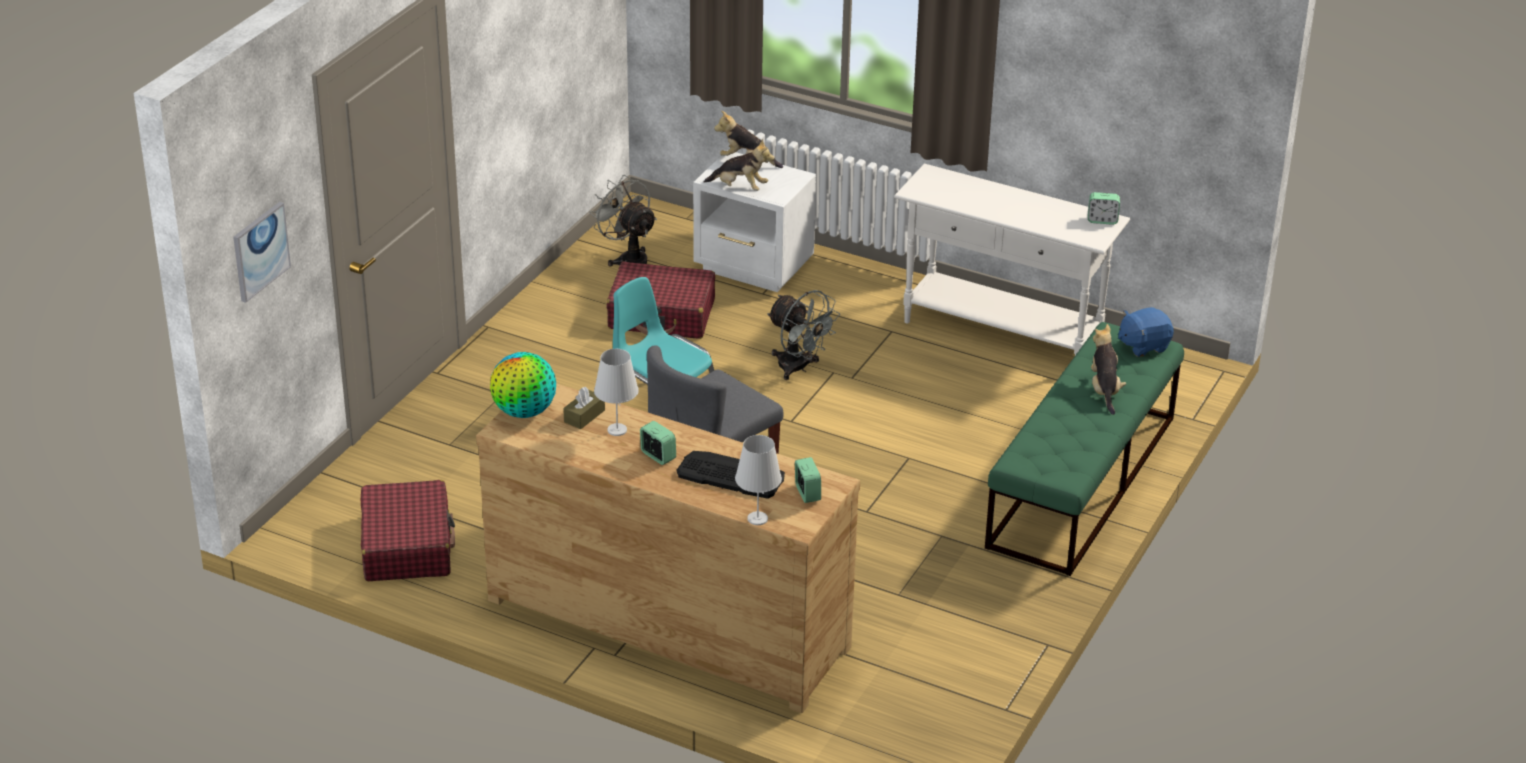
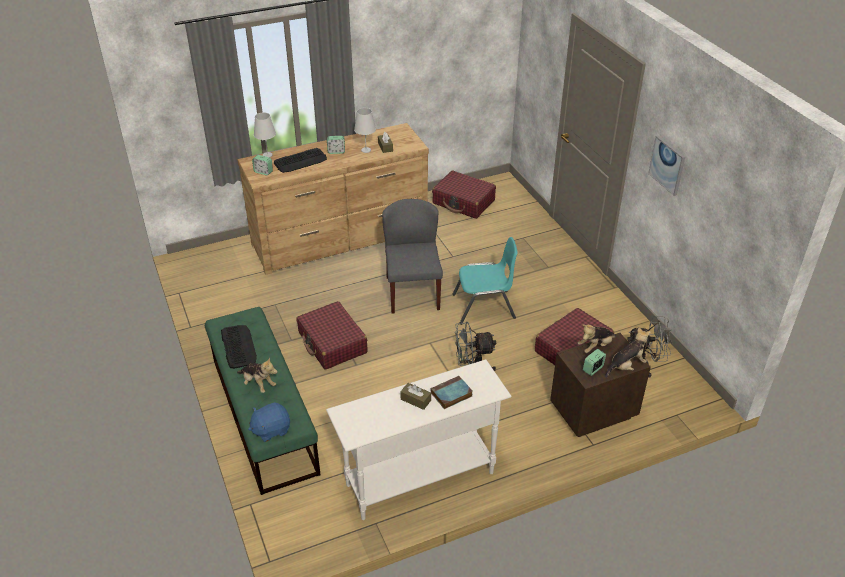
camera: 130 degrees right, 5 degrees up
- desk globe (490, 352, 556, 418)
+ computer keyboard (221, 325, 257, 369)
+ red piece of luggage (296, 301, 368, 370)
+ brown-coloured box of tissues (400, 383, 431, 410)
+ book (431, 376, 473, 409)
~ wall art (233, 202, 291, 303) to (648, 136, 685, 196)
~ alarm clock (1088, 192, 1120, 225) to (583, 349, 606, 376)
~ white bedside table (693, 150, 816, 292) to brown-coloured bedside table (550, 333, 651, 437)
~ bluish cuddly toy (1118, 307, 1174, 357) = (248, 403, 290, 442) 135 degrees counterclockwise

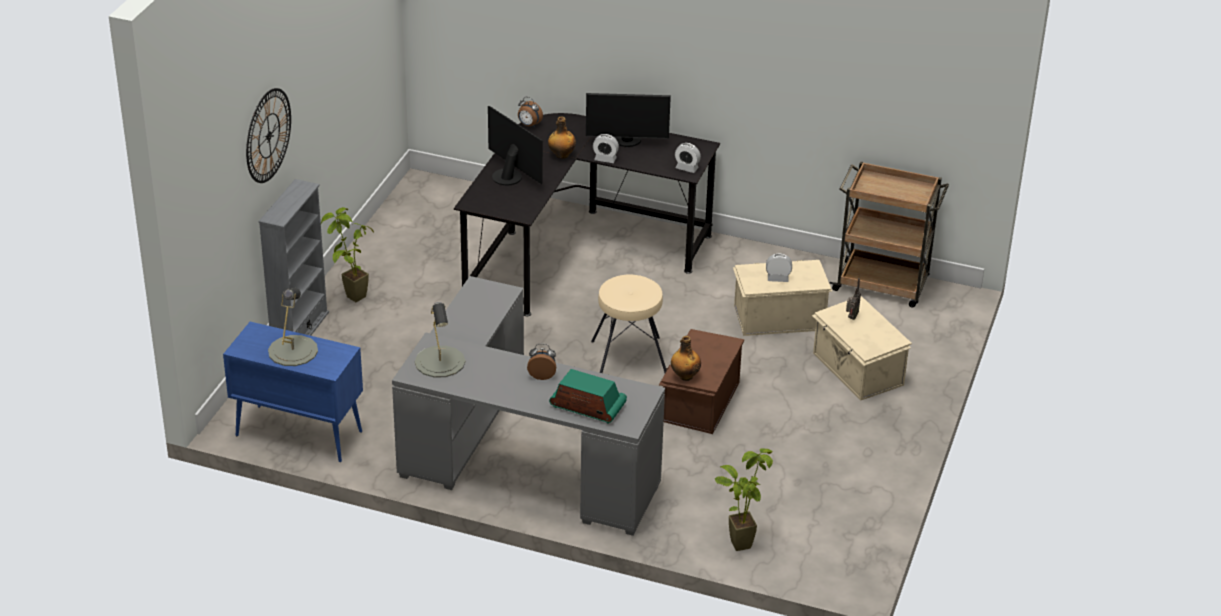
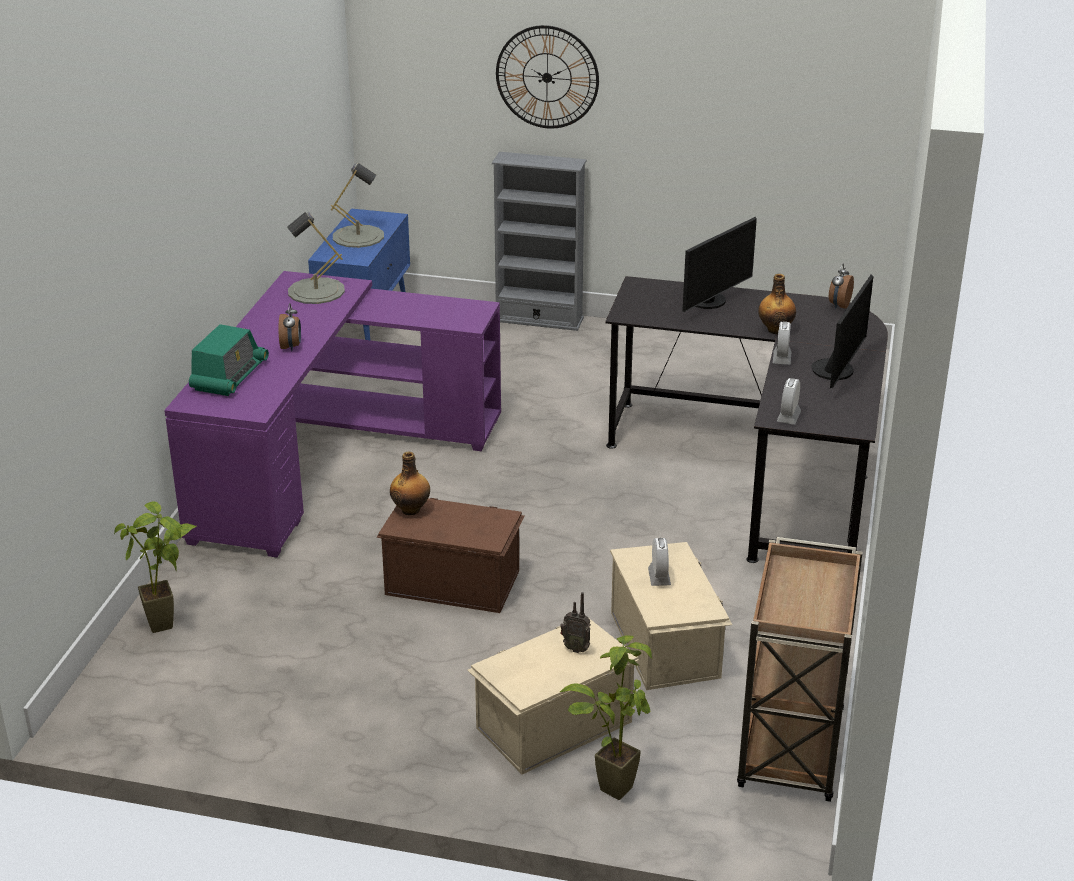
camera: 85 degrees right, 5 degrees down
- beige stool seat (591, 274, 666, 373)
~ plant in a pot (321, 207, 374, 302) to (560, 635, 652, 800)
~ grey desk (392, 276, 665, 536) to purple-coloured desk (164, 271, 501, 557)
~ computer screen (586, 93, 671, 147) = (812, 274, 873, 388) 150 degrees counterclockwise

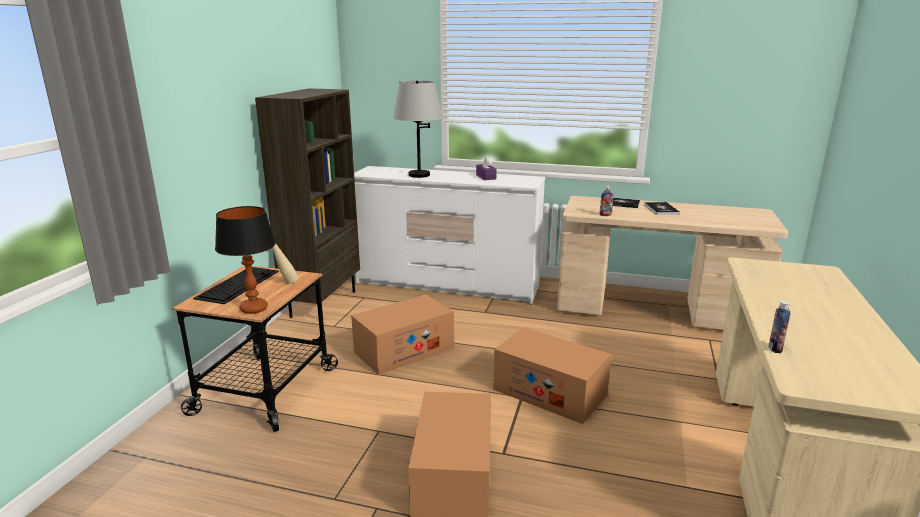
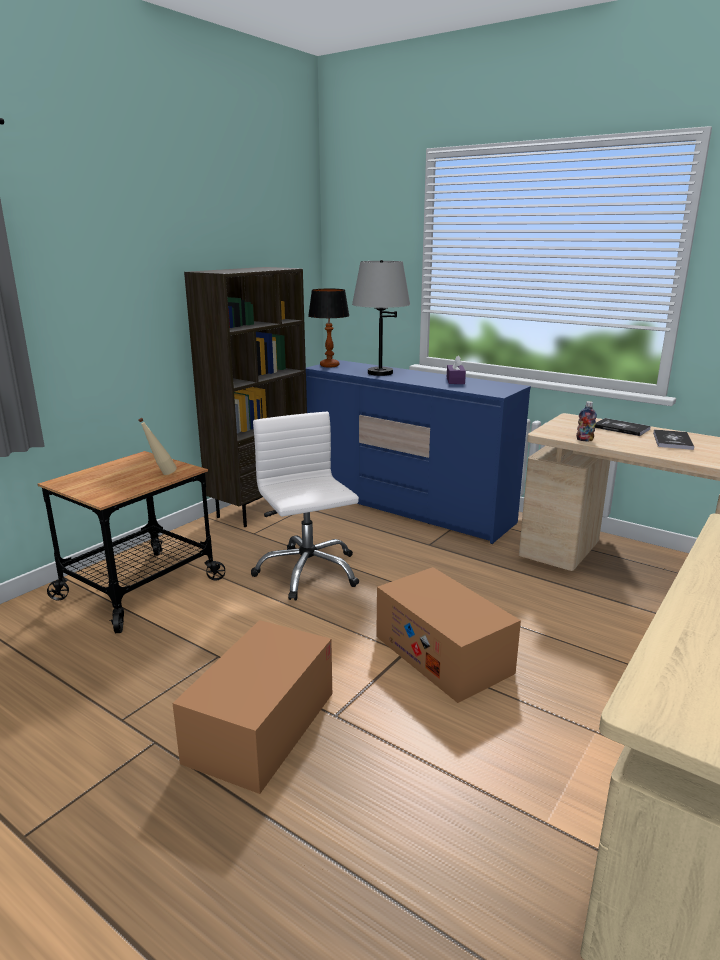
camera: 20 degrees right, 0 degrees up
- computer keyboard (193, 267, 279, 304)
- drink bottle (768, 301, 791, 353)
~ lamp for a table (215, 206, 275, 314) to (308, 288, 350, 368)
~ cardboard box (351, 294, 454, 375) to white office chair (251, 412, 359, 600)
~ white chest of drawers (354, 166, 545, 304) to bluish chest of drawers (306, 360, 531, 544)

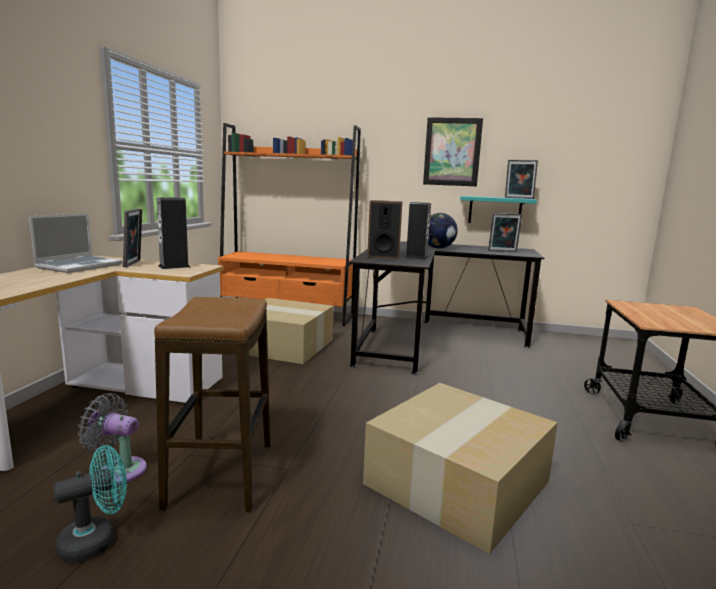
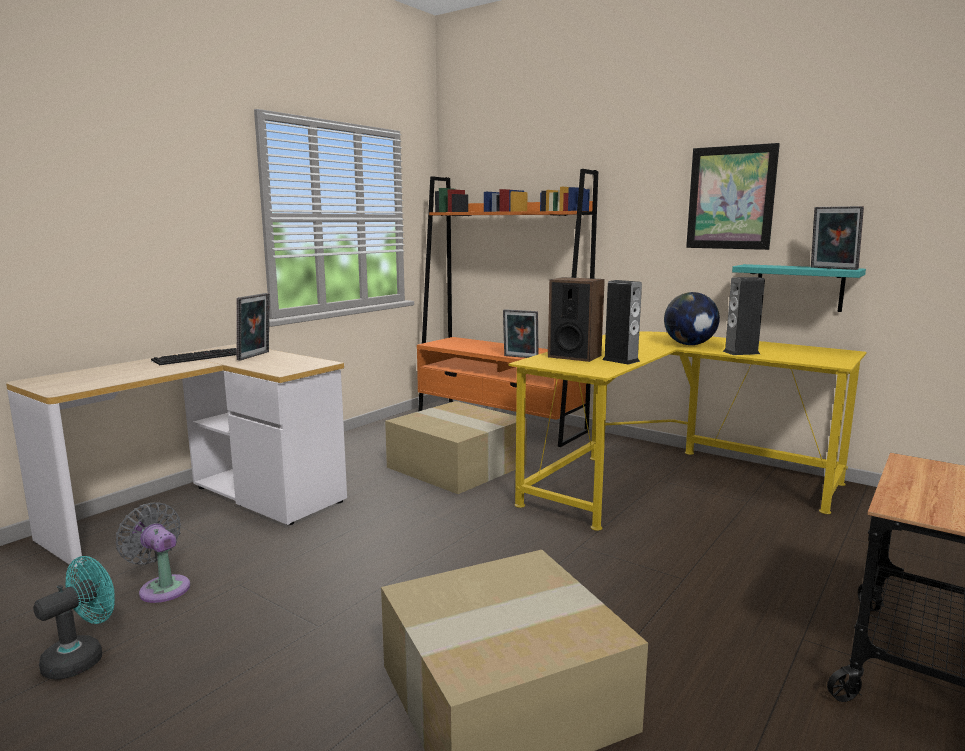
camera: 25 degrees right, 0 degrees up
- stool seat (154, 297, 271, 512)
~ audio speaker (157, 197, 190, 269) to (723, 277, 765, 355)
~ photo frame (488, 213, 522, 252) to (503, 309, 539, 358)
~ notebook computer (29, 213, 123, 273) to computer keyboard (151, 348, 237, 365)
~ black desk (349, 242, 544, 375) to yellowish desk (508, 332, 867, 531)
~ blue-green cooling fan (53, 445, 127, 562) = (33, 556, 115, 680) 45 degrees counterclockwise

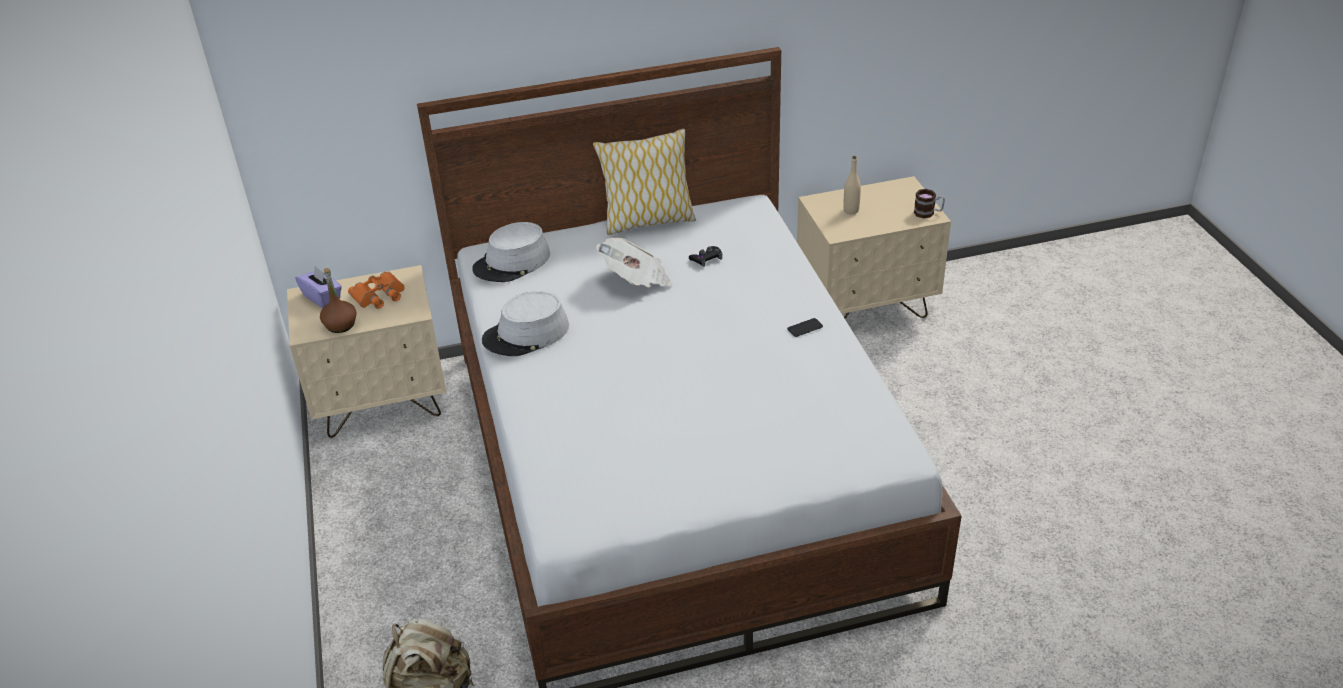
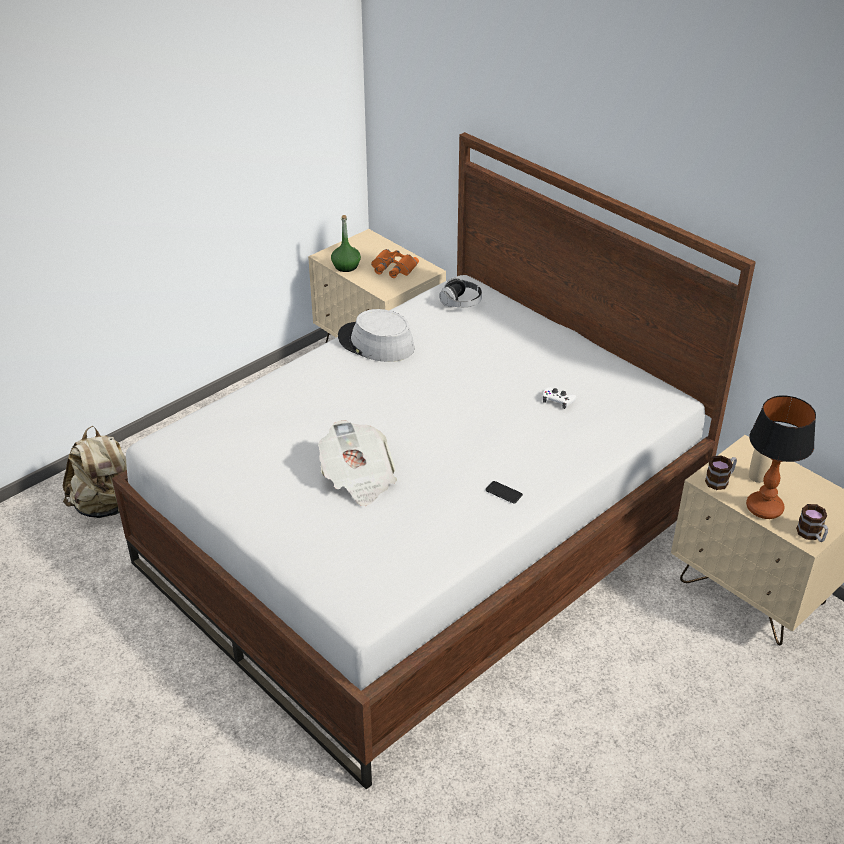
camera: 60 degrees right, 0 degrees up
- purple-coloured box of tissues (295, 266, 342, 308)
- throw pillow (593, 128, 696, 235)
+ tea mug (705, 455, 737, 490)
+ lamp for a table (746, 395, 816, 519)
~ newspaper (596, 237, 673, 287) to (318, 420, 397, 506)
~ grey wearable hat (472, 222, 550, 282) to headset (439, 278, 482, 307)
~ brown-coloured drink bottle (320, 268, 357, 333) to green drink bottle (331, 215, 361, 272)
~ black joypad (689, 246, 722, 267) to white joypad (543, 387, 576, 409)

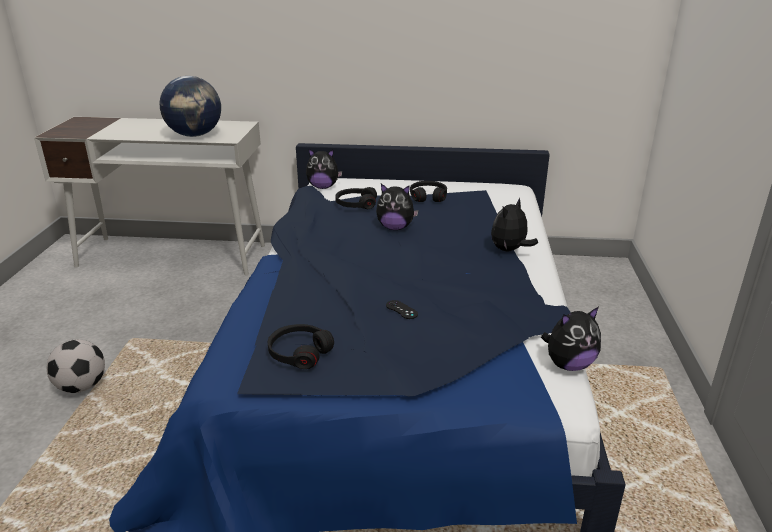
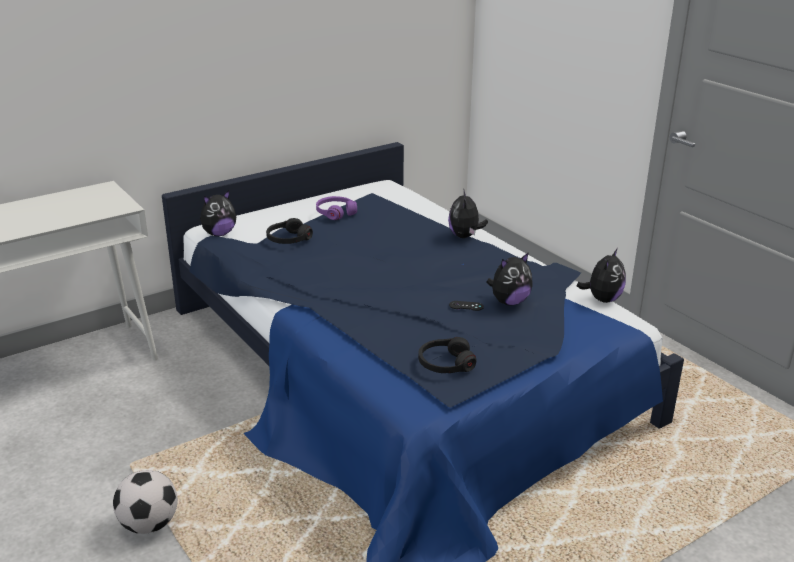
camera: 40 degrees left, 0 degrees up
- desk globe (159, 76, 221, 137)
~ cuddly toy (376, 184, 419, 230) to (486, 252, 533, 305)
~ black headset (410, 181, 447, 202) to purple-coloured headset (316, 196, 357, 220)

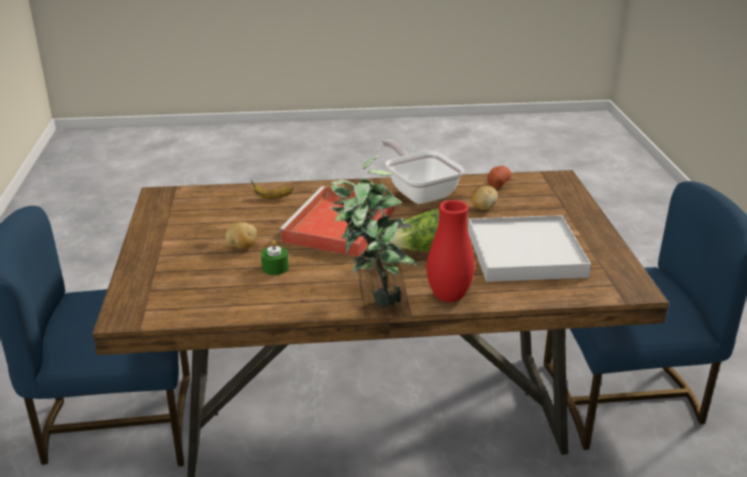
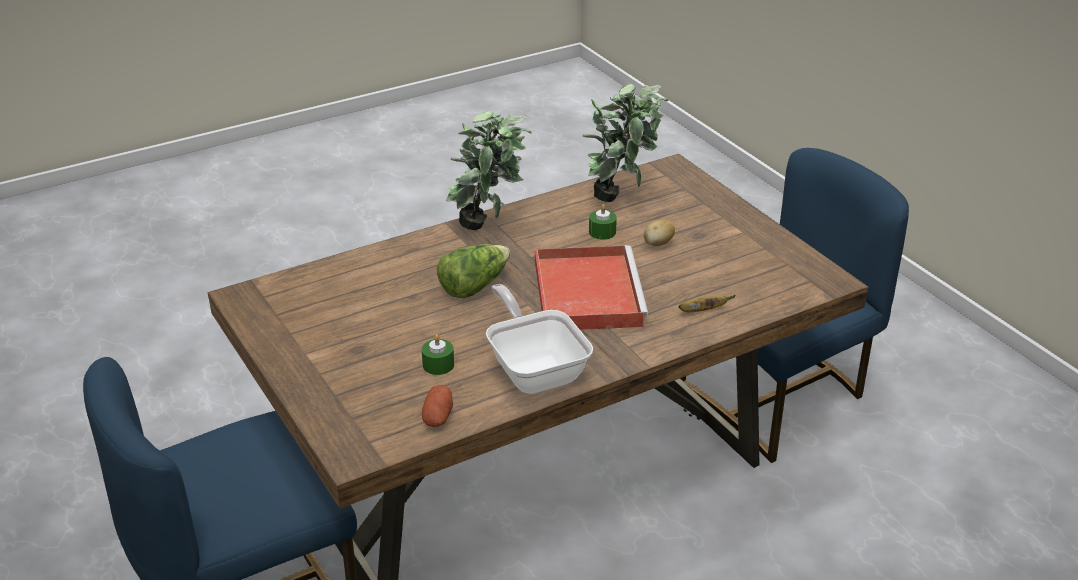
camera: 155 degrees right, 5 degrees up
- red flower vase (427, 200, 475, 302)
- white carrying tray (468, 215, 591, 282)
+ plant in a pot (582, 84, 668, 202)
~ potato (471, 185, 498, 210) to green wax candle (422, 334, 454, 375)
~ pan (382, 139, 464, 204) = (486, 284, 593, 394) 150 degrees counterclockwise

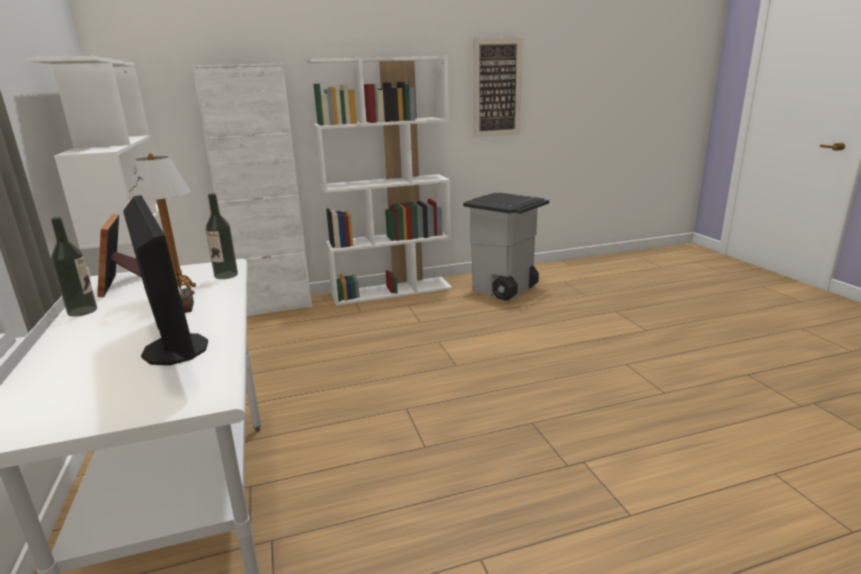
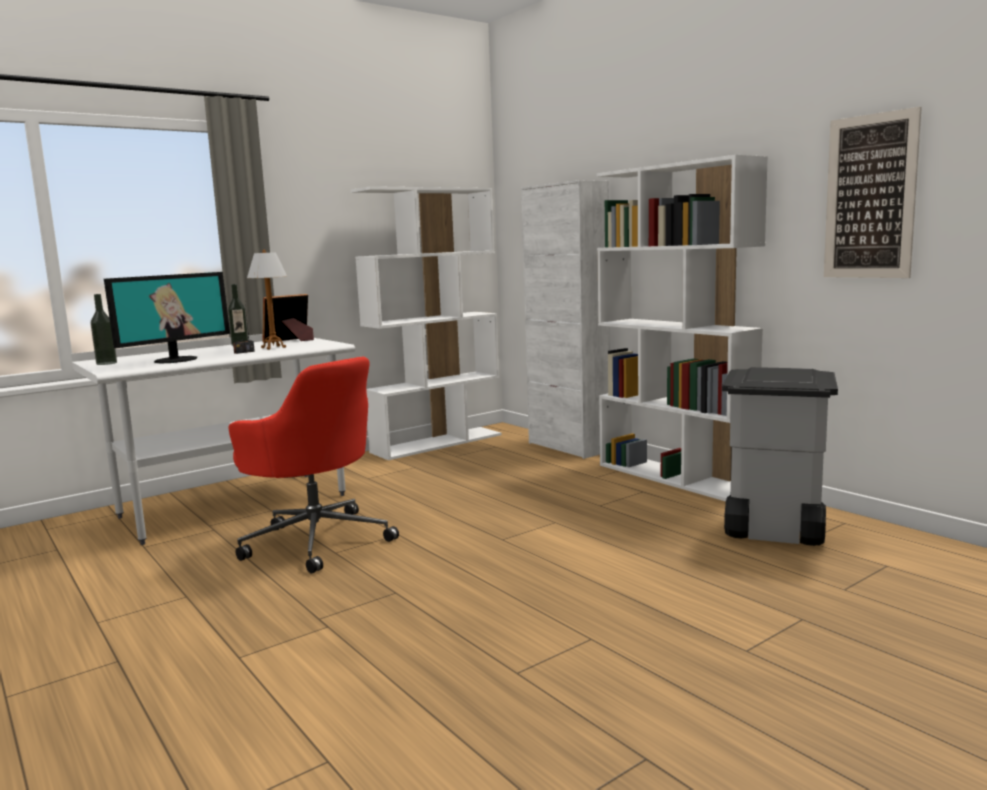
camera: 70 degrees right, 10 degrees down
+ red office chair (229, 357, 399, 574)
~ drink bottle (206, 193, 238, 279) to (91, 294, 117, 365)

